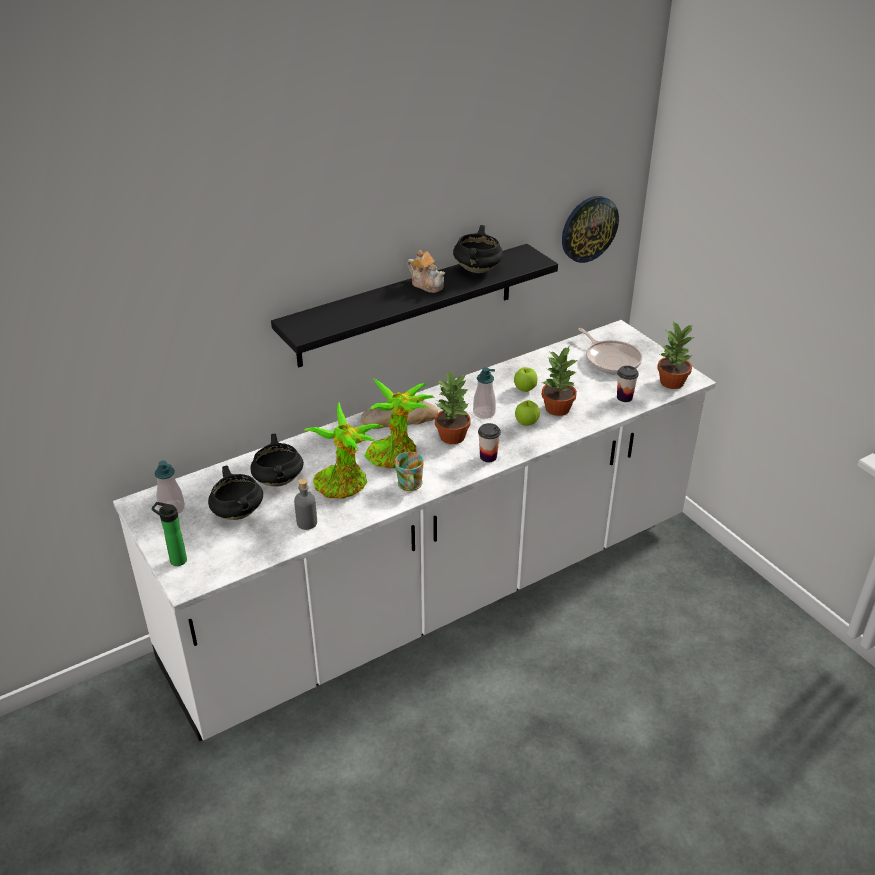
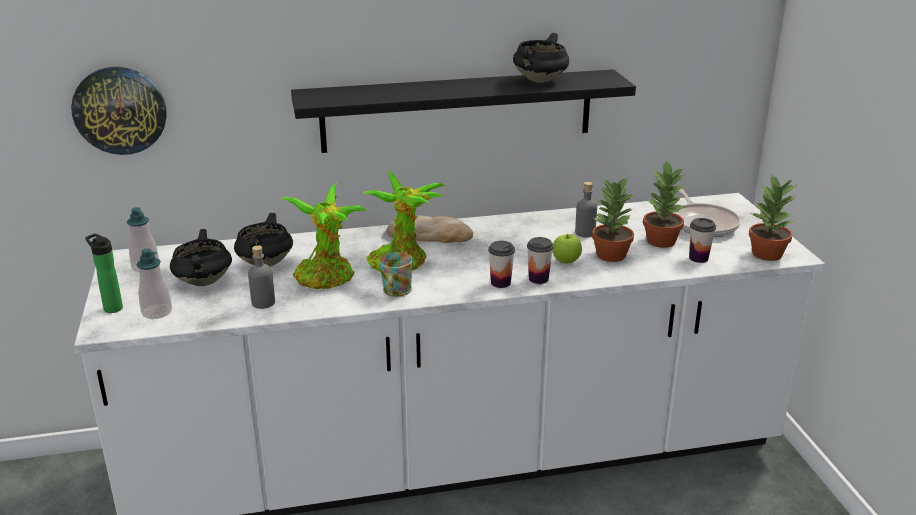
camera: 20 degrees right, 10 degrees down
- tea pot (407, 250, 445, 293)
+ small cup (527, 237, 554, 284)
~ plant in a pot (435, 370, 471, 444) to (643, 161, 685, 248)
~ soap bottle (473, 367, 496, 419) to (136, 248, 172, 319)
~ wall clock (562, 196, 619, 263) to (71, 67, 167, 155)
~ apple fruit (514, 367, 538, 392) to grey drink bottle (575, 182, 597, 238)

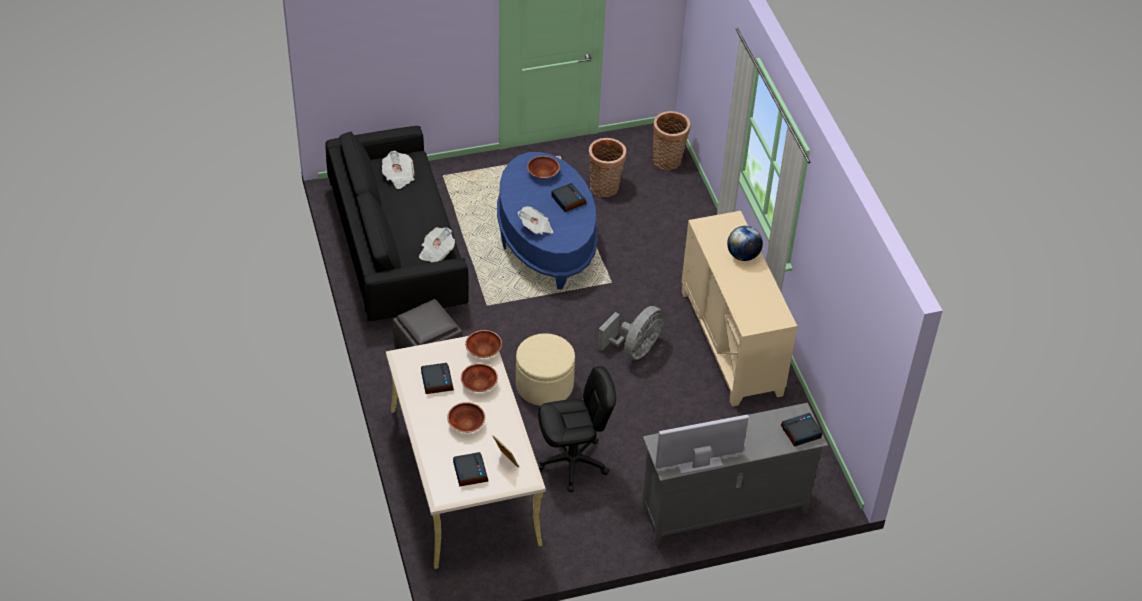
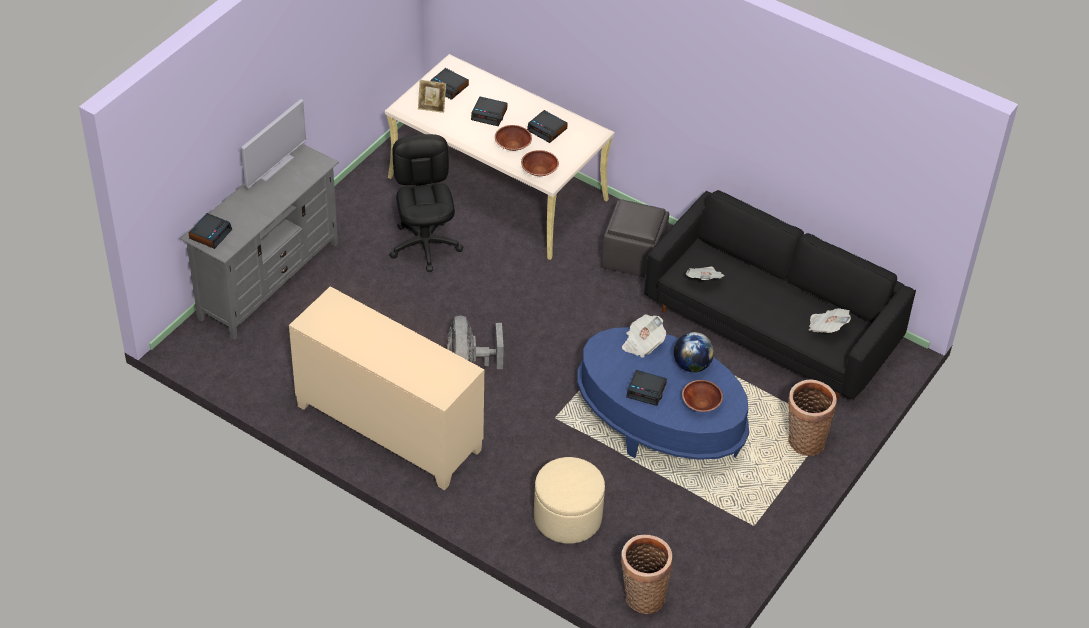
camera: 140 degrees right, 0 degrees up
~ beige pouffe (516, 333, 575, 406) to (534, 457, 605, 544)
~ storage basket (588, 138, 626, 197) to (788, 379, 837, 456)
~ desk globe (727, 226, 763, 261) to (674, 332, 714, 372)
~ brown-coloured serving bowl (447, 402, 485, 433) to alarm clock (471, 97, 507, 126)
~ black office chair (538, 366, 616, 492) = (389, 134, 463, 272) 135 degrees clockwise

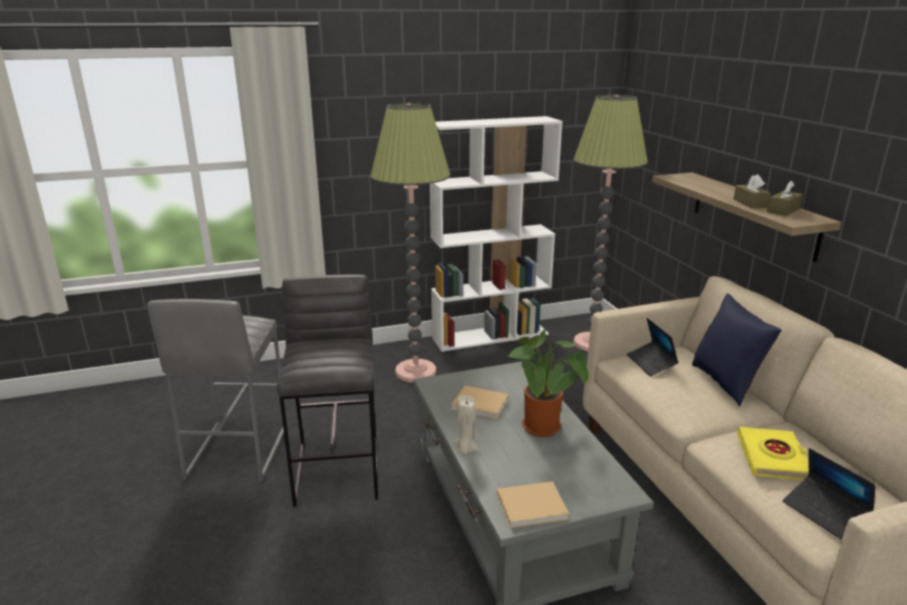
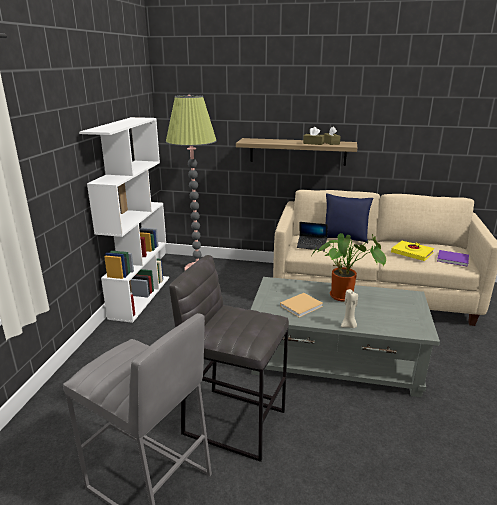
camera: 60 degrees left, 0 degrees up
- standard lamp (370, 103, 450, 383)
- beige book (497, 481, 569, 528)
~ notebook computer (782, 448, 876, 540) to purple-coloured book (437, 250, 469, 267)

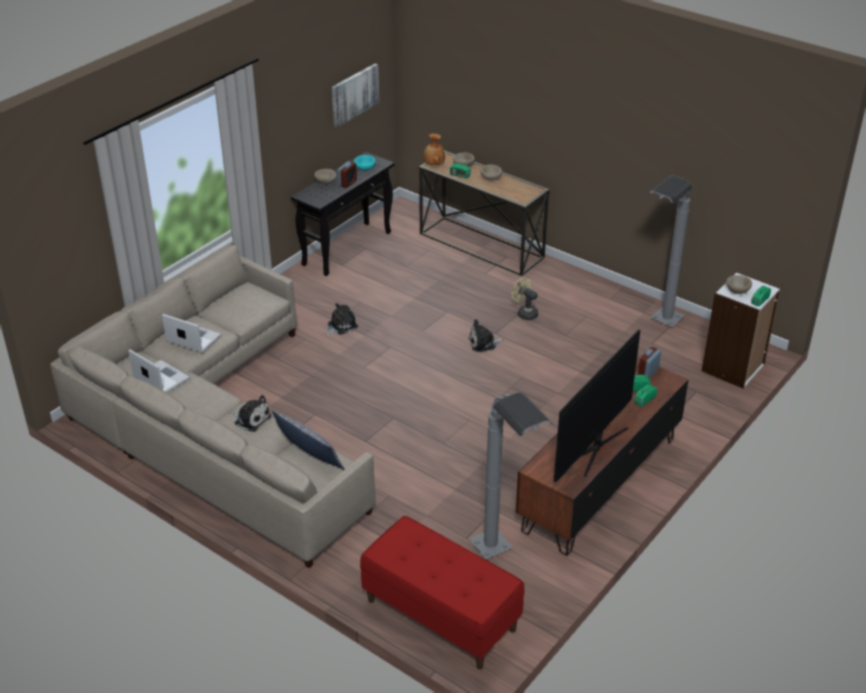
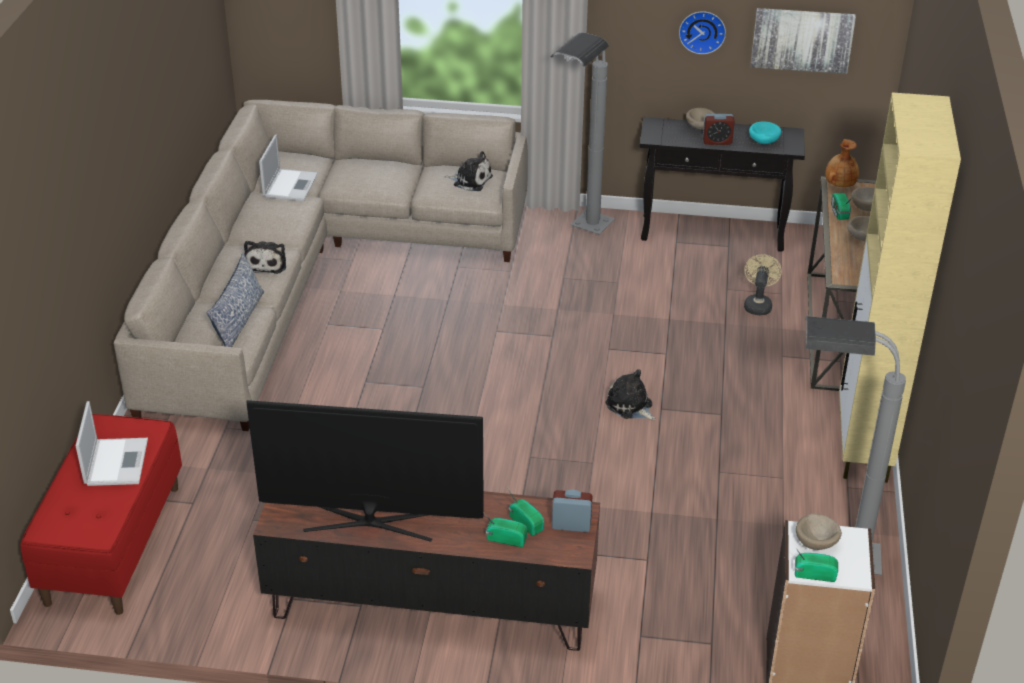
camera: 60 degrees right, 0 degrees up
+ wall clock (679, 11, 726, 54)
+ beige cabinet (839, 92, 961, 483)
~ notebook computer (162, 314, 221, 353) to (75, 401, 148, 486)
~ cuddly toy (325, 303, 358, 335) to (444, 151, 493, 191)
~ grey standard lamp (469, 392, 552, 560) to (551, 32, 615, 235)
~ beige cooling fan (512, 277, 538, 320) to (744, 254, 782, 315)

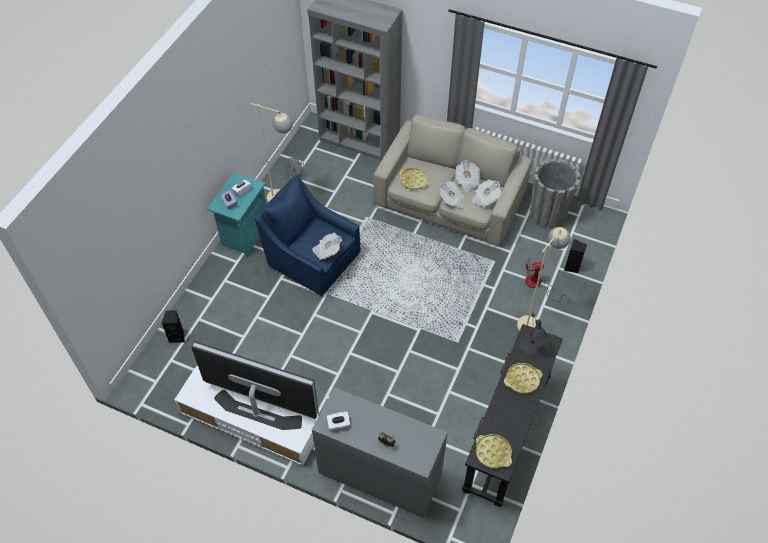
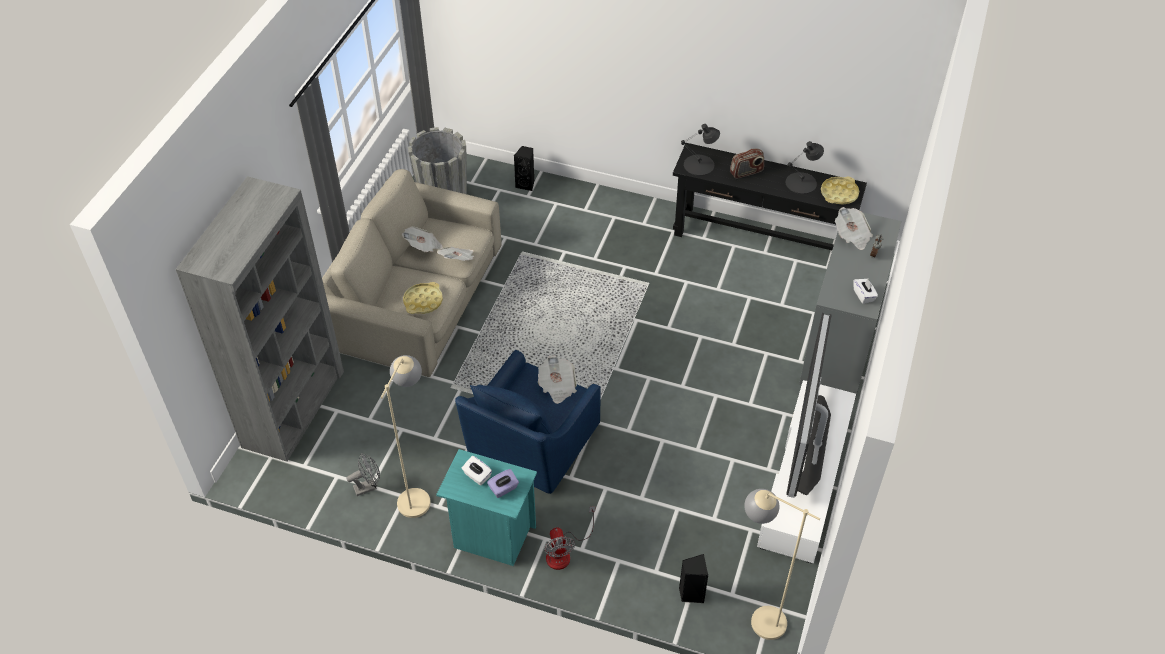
camera: 95 degrees left, 5 degrees down
+ black lamp for a table (785, 141, 824, 194)
~ newspaper (472, 179, 501, 208) to (835, 207, 873, 250)
~ beige standard lamp (517, 227, 571, 331) to (744, 489, 820, 640)
~ cooling fan (525, 257, 567, 302) to (544, 506, 595, 570)
~ yellowish carrying tray (504, 363, 543, 394) to radio (730, 149, 764, 179)

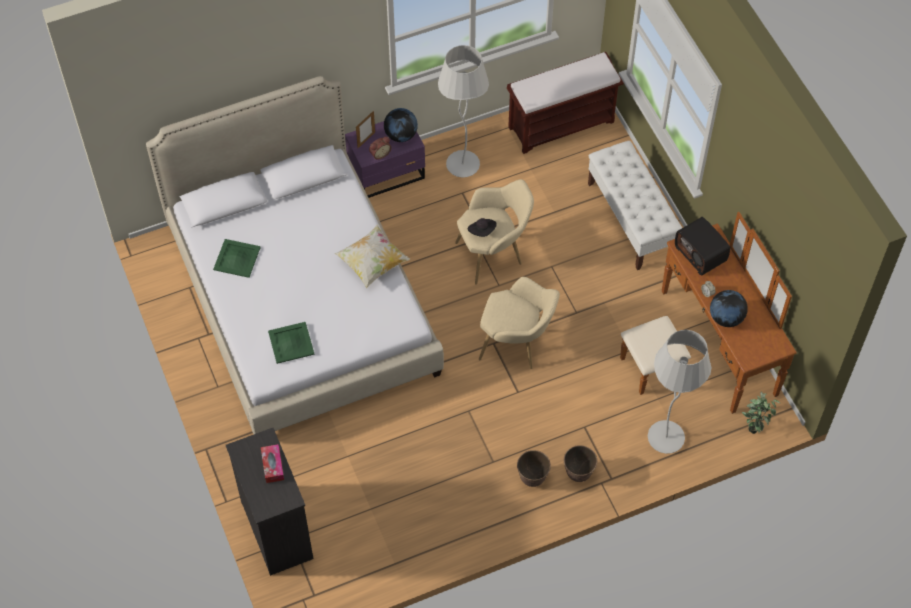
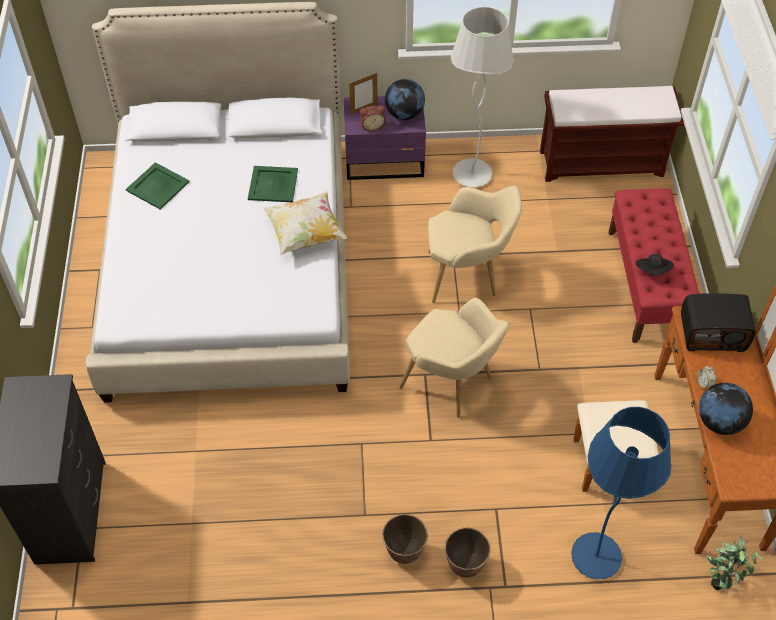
camera: 20 degrees right, 5 degrees down
- box of tissues (261, 444, 284, 483)
~ green carrying tray (268, 322, 315, 364) to (248, 166, 298, 202)
~ black wearable hat (468, 218, 497, 237) to (636, 254, 674, 276)
~ white indoor bench (588, 140, 682, 270) to red indoor bench (608, 188, 700, 343)
~ white standard lamp (648, 330, 712, 454) to bluish standard lamp (571, 407, 671, 579)
~ radio (675, 217, 730, 276) = (681, 293, 756, 352) 75 degrees counterclockwise

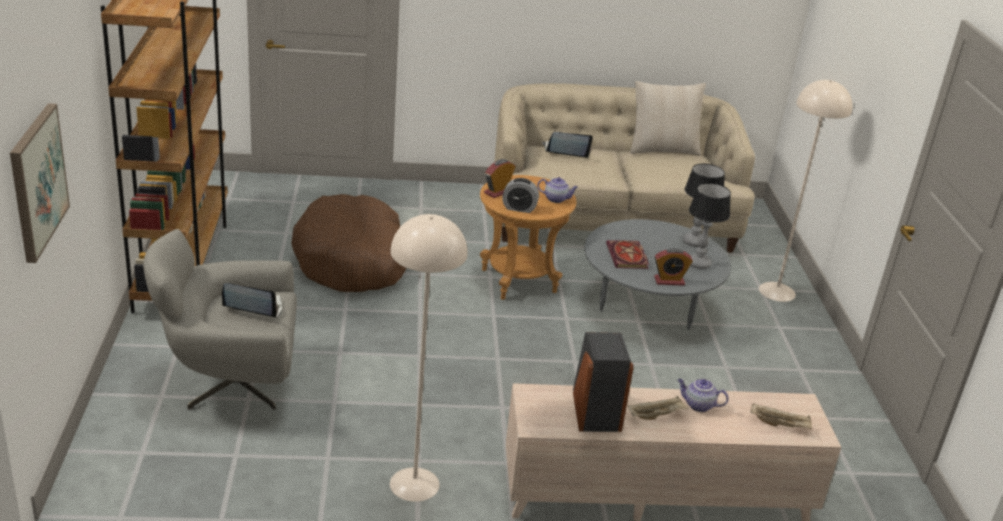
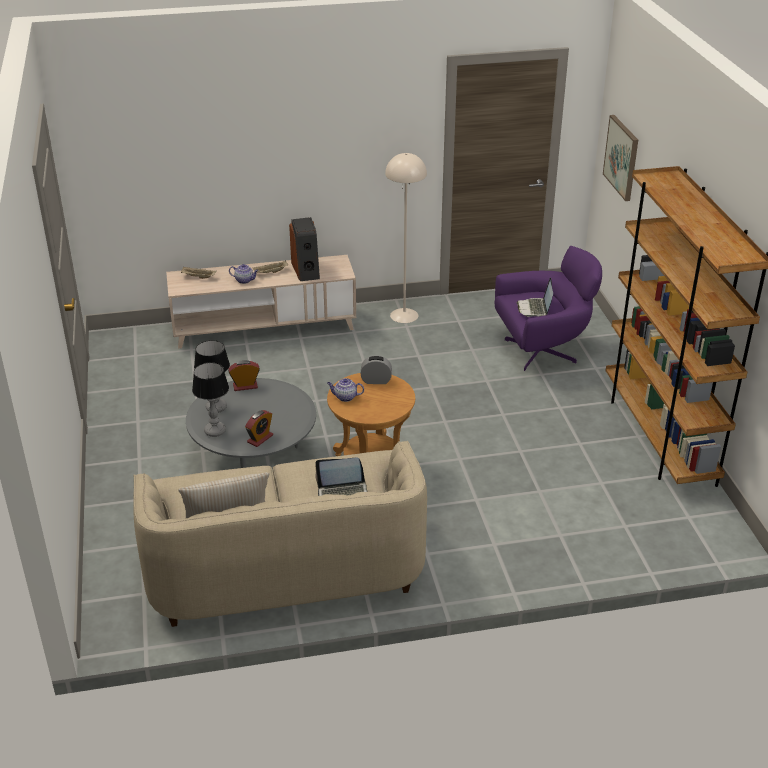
camera: 175 degrees right, 5 degrees up
- brown-coloured pet bed (291, 194, 407, 292)
- book (606, 240, 649, 269)
- beige standard lamp (759, 80, 853, 302)
~ alarm clock (484, 159, 515, 198) to (245, 410, 273, 447)
~ grey lounge chair (143, 229, 297, 410) to purple-coloured lounge chair (495, 246, 602, 371)
~ notebook computer (222, 283, 282, 318) = (517, 277, 553, 317) 90 degrees clockwise

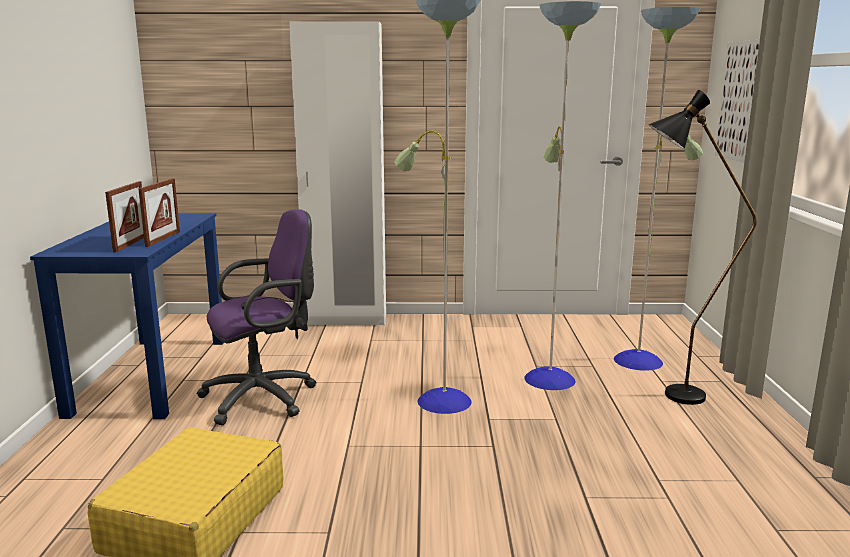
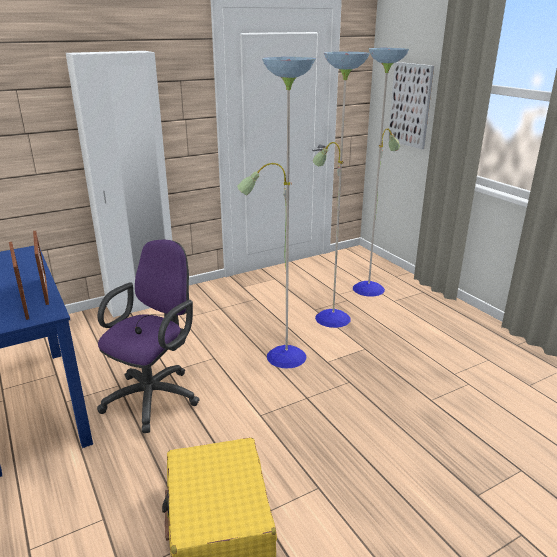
camera: 30 degrees left, 10 degrees up
- black standard lamp (648, 90, 757, 405)

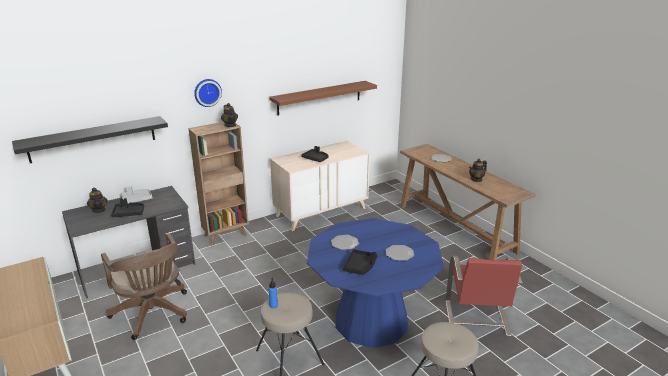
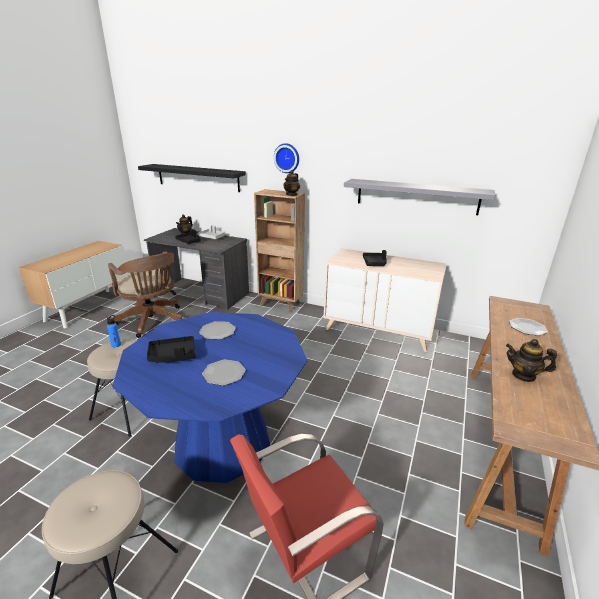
camera: 55 degrees right, 0 degrees up
~ brown-coloured shelf (269, 81, 377, 115) to grey shelf (344, 179, 495, 215)
~ brown-coloured office chair (101, 233, 187, 340) = (108, 251, 182, 338) 60 degrees counterclockwise

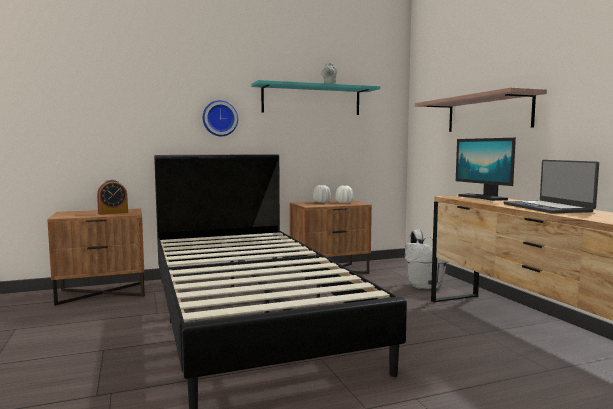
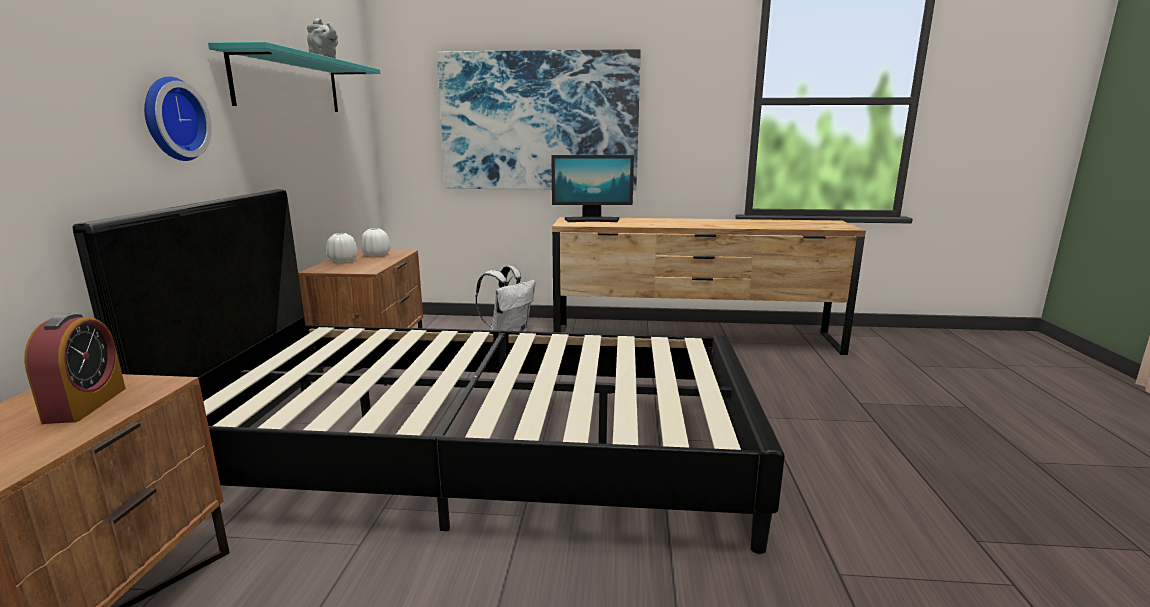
camera: 65 degrees left, 10 degrees up
- notebook computer (504, 160, 599, 213)
~ shelf (415, 88, 547, 132) to wall art (437, 49, 641, 190)

